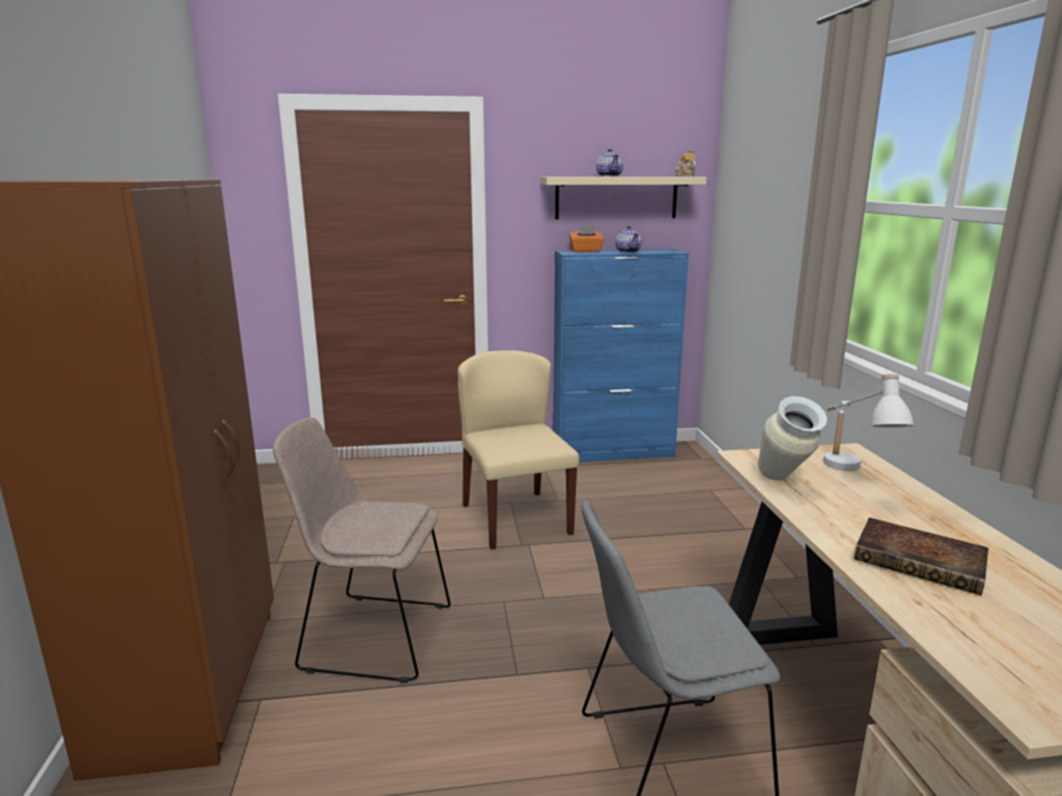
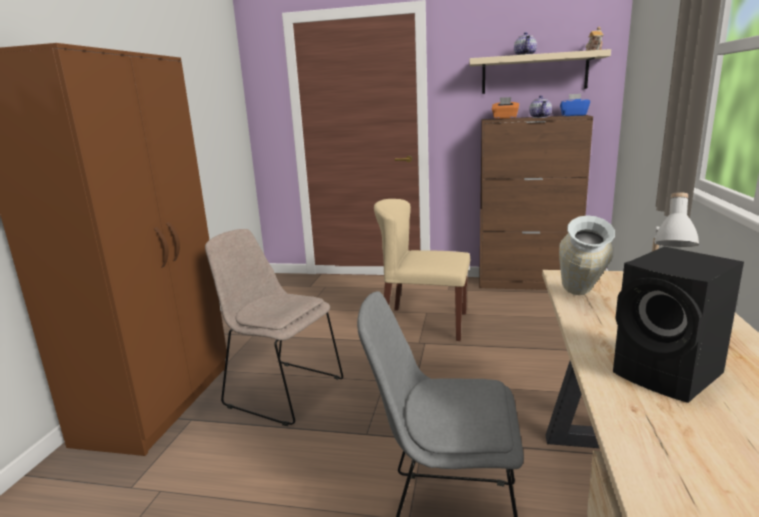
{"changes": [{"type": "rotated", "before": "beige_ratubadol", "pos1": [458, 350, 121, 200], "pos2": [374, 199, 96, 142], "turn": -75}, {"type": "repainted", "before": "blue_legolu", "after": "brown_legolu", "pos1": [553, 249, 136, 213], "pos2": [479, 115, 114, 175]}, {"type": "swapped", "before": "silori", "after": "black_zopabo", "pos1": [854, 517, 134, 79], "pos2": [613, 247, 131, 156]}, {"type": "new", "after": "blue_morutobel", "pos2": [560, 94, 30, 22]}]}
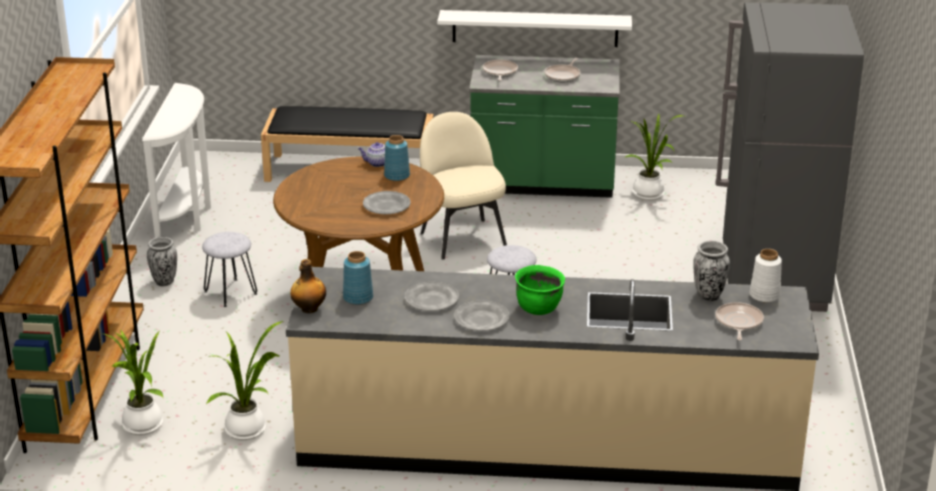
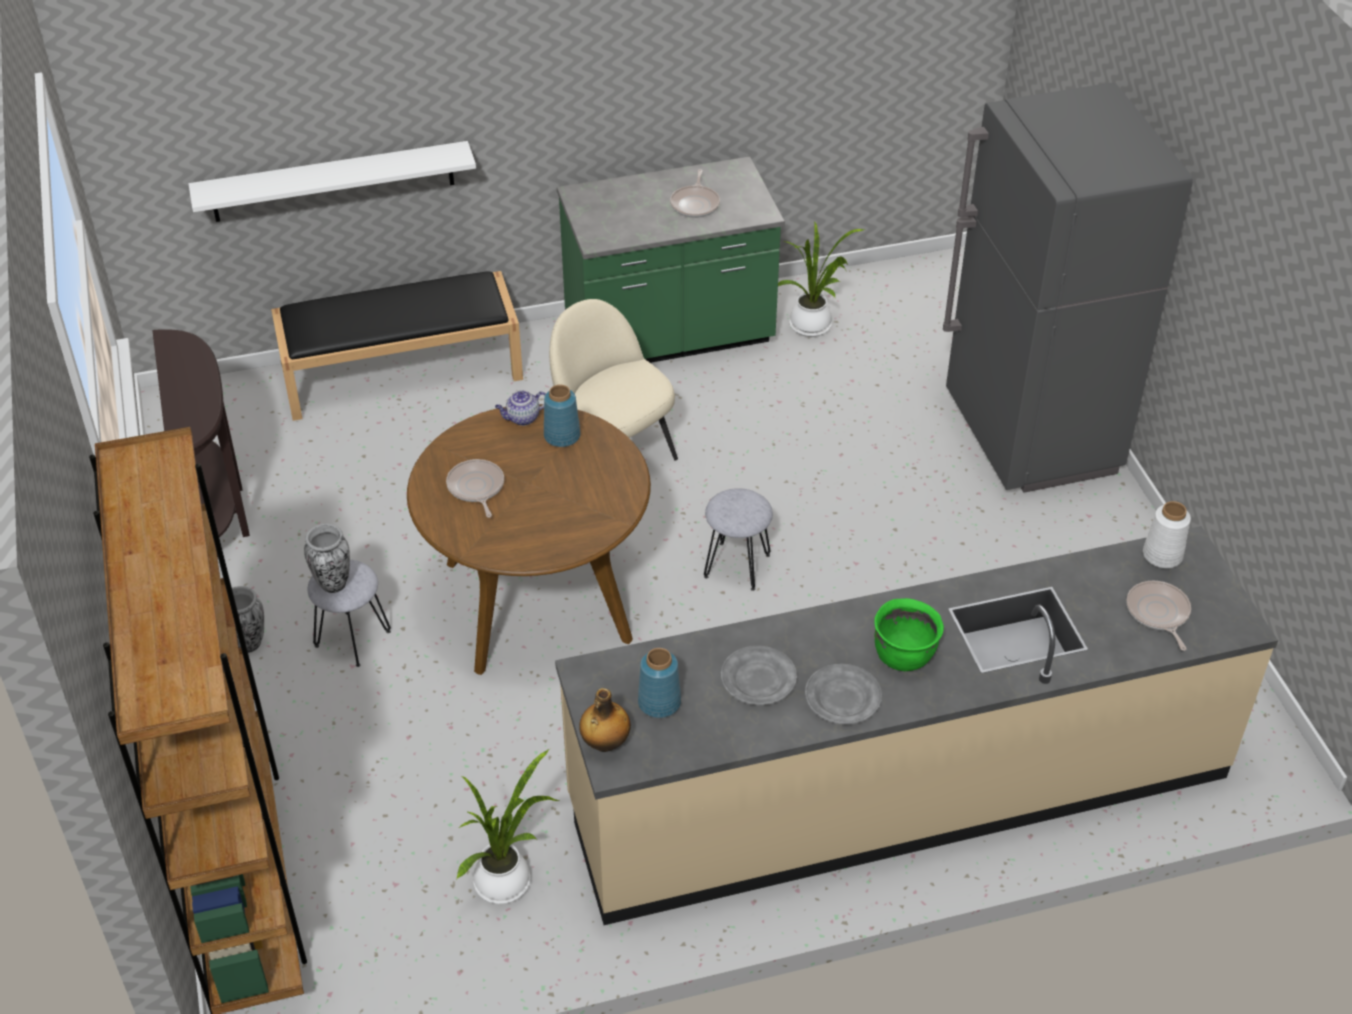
{"changes": [{"type": "gone", "before": "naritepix", "pos1": [101, 330, 63, 105]}, {"type": "repainted", "before": "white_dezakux", "after": "brown_dezakux", "pos1": [142, 83, 69, 155], "pos2": [152, 329, 98, 209]}, {"type": "gone", "before": "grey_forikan", "pos1": [363, 191, 48, 23]}, {"type": "shifted", "before": "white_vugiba", "pos1": [437, 10, 195, 37], "pos2": [189, 141, 287, 81]}, {"type": "shifted", "before": "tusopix", "pos1": [482, 60, 36, 21], "pos2": [446, 459, 58, 58]}, {"type": "shifted", "before": "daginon", "pos1": [693, 241, 37, 60], "pos2": [304, 523, 46, 70]}]}
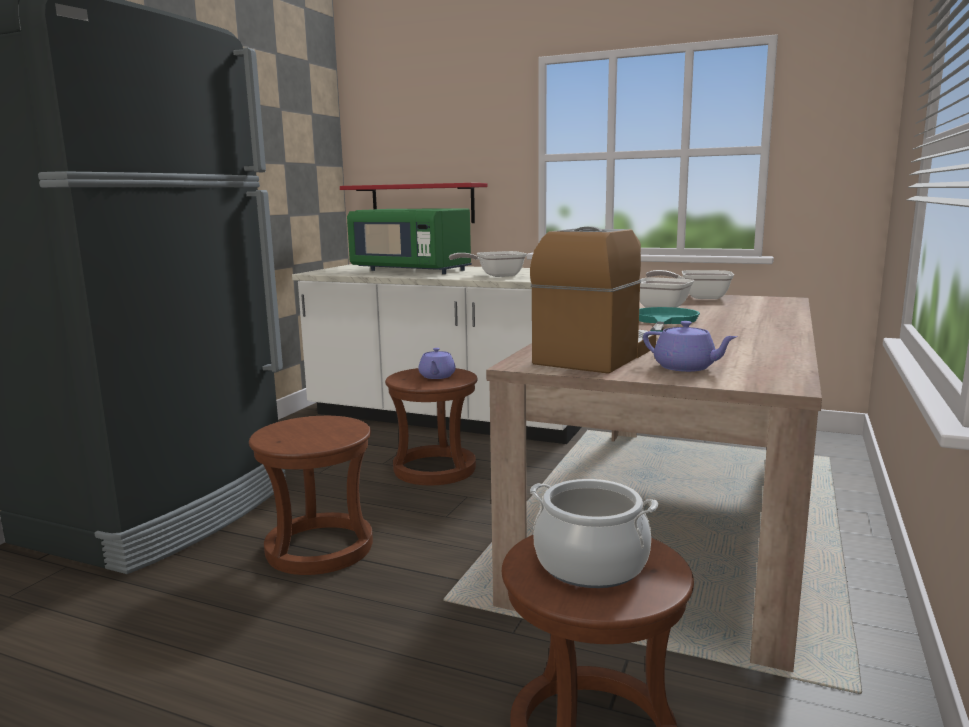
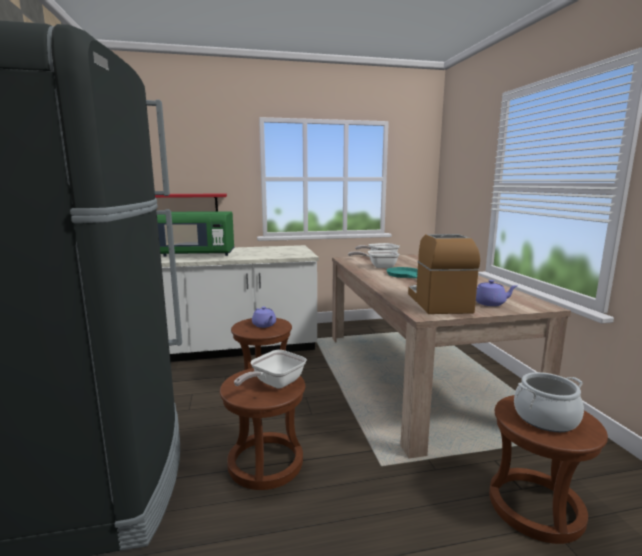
{"changes": [{"type": "shifted", "before": "tusopix", "pos1": [449, 251, 78, 26], "pos2": [234, 350, 73, 39]}]}
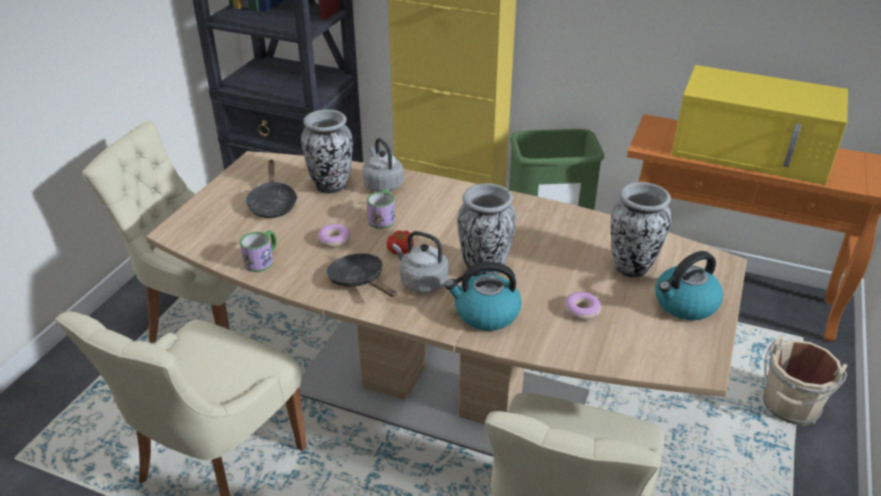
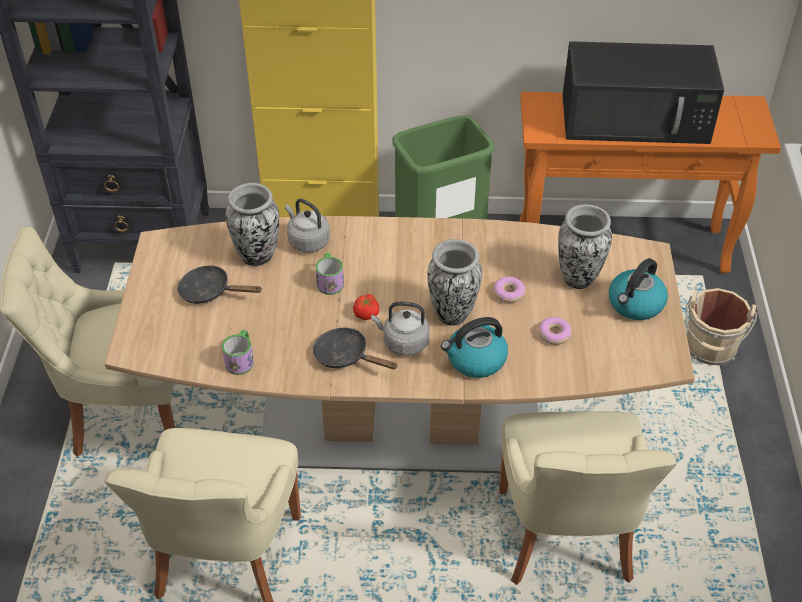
{"changes": [{"type": "rotated", "before": "black_tusopix", "pos1": [245, 159, 53, 59], "pos2": [177, 265, 85, 39], "turn": 135}, {"type": "shifted", "before": "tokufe", "pos1": [317, 224, 34, 24], "pos2": [493, 277, 32, 26]}, {"type": "repainted", "before": "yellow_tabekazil", "after": "black_tabekazil", "pos1": [671, 65, 177, 120], "pos2": [562, 41, 162, 103]}]}
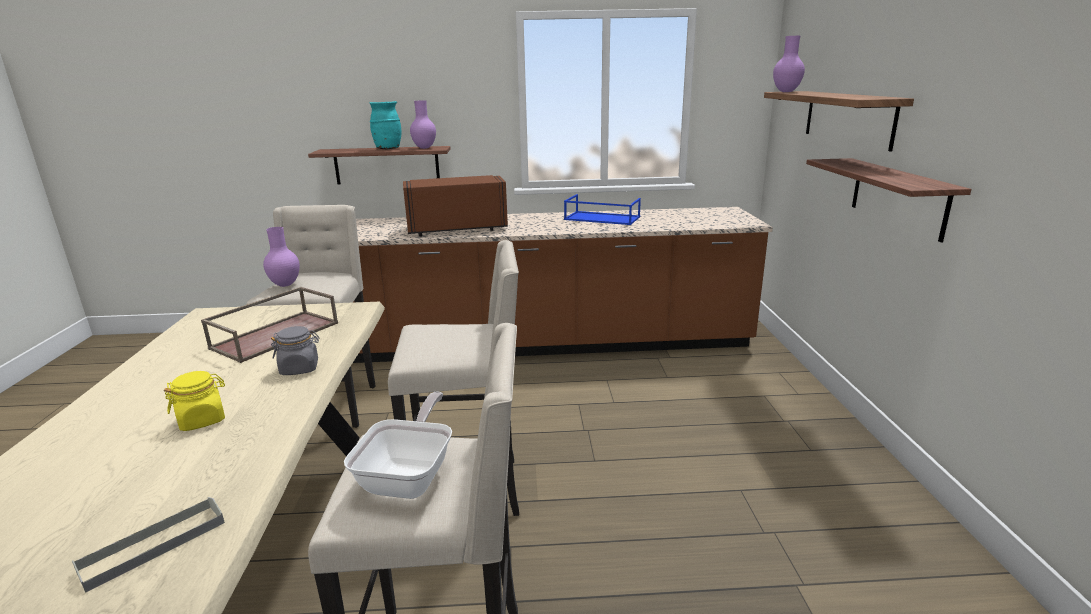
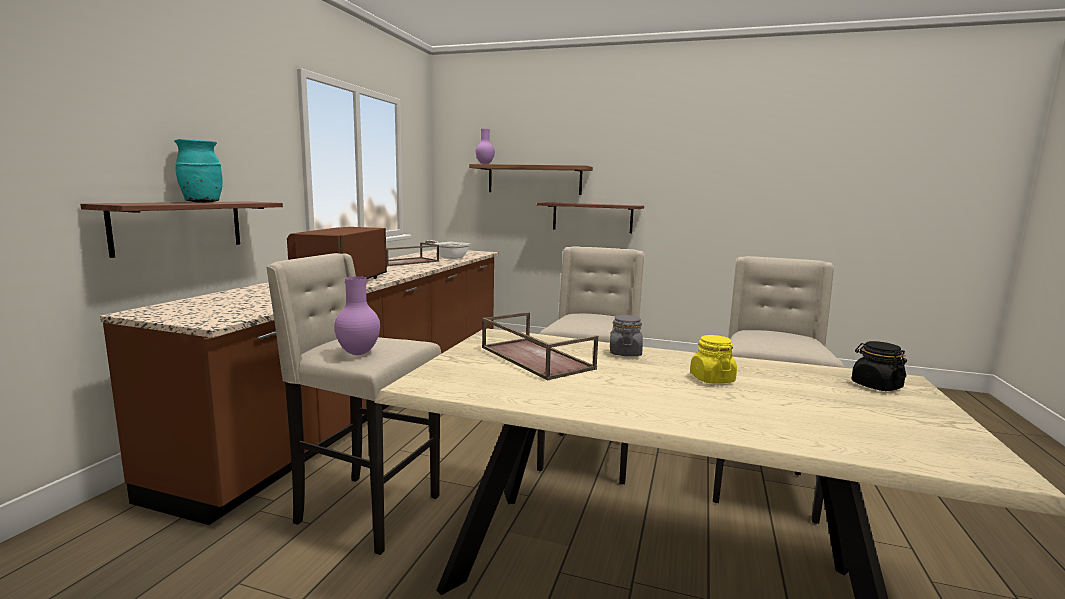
{"changes": [{"type": "swapped", "before": "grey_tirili", "after": "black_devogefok", "pos1": [72, 497, 153, 96], "pos2": [851, 341, 56, 50]}, {"type": "shifted", "before": "tusopix", "pos1": [344, 392, 108, 107], "pos2": [425, 240, 45, 19]}, {"type": "gone", "before": "purple_daginon", "pos1": [410, 100, 26, 49]}, {"type": "repainted", "before": "blue_tirili", "after": "brown_tirili", "pos1": [564, 194, 77, 31], "pos2": [386, 242, 53, 24]}]}
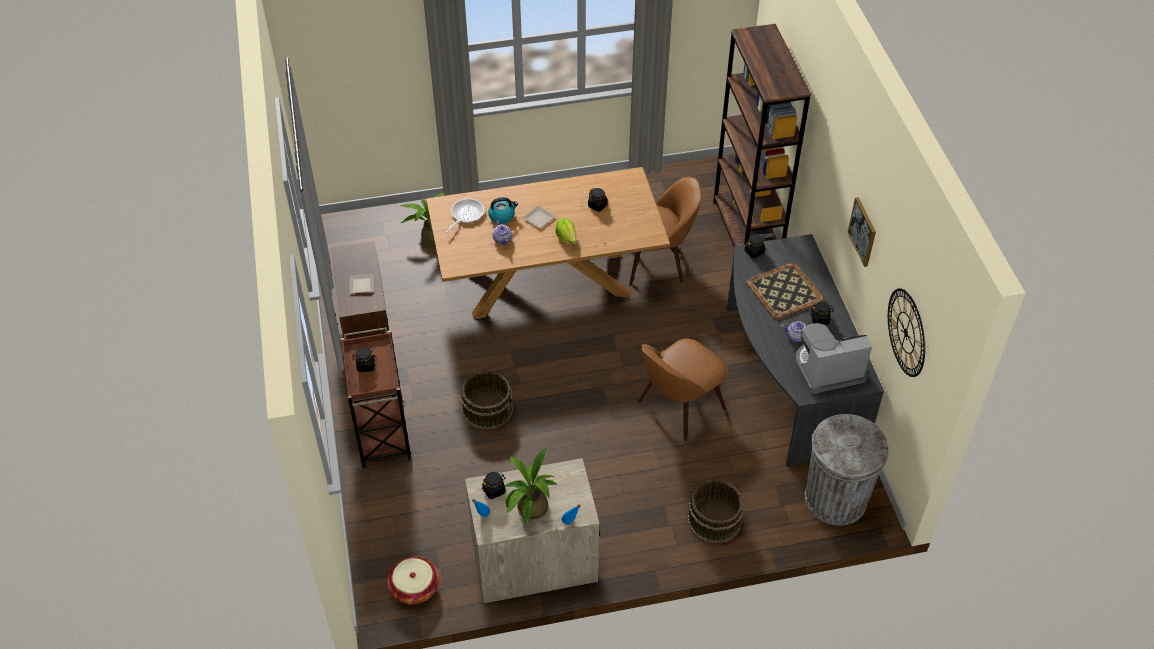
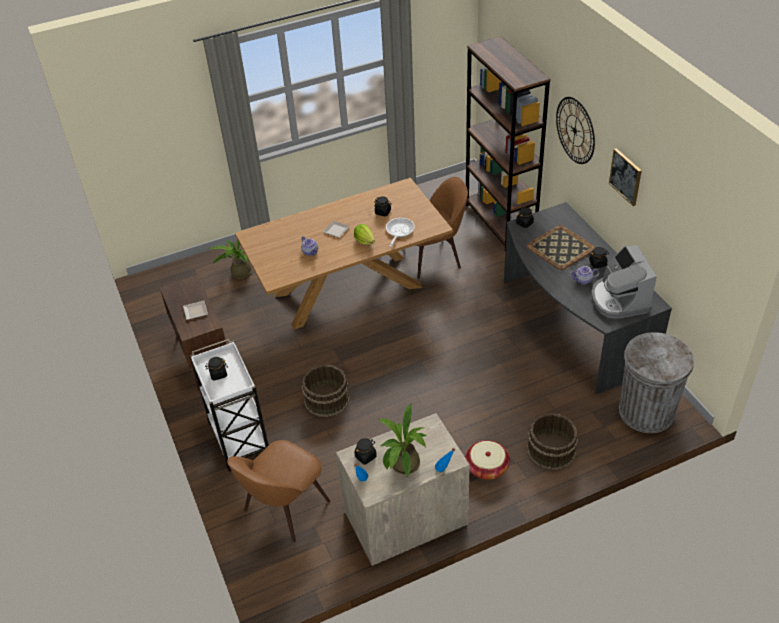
{"changes": [{"type": "repainted", "before": "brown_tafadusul", "after": "white_tafadusul", "pos1": [340, 327, 72, 142], "pos2": [190, 339, 79, 133]}, {"type": "shifted", "before": "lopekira", "pos1": [387, 556, 52, 48], "pos2": [465, 440, 45, 40]}, {"type": "shifted", "before": "tusopix", "pos1": [445, 199, 39, 34], "pos2": [386, 218, 29, 29]}, {"type": "gone", "before": "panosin", "pos1": [488, 197, 30, 27]}, {"type": "shifted", "before": "brown_ratubadol", "pos1": [639, 339, 89, 102], "pos2": [227, 440, 103, 102]}, {"type": "rotated", "before": "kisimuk", "pos1": [795, 323, 77, 71], "pos2": [591, 245, 66, 74], "turn": -75}, {"type": "shifted", "before": "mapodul", "pos1": [888, 288, 37, 89], "pos2": [556, 97, 39, 67]}]}
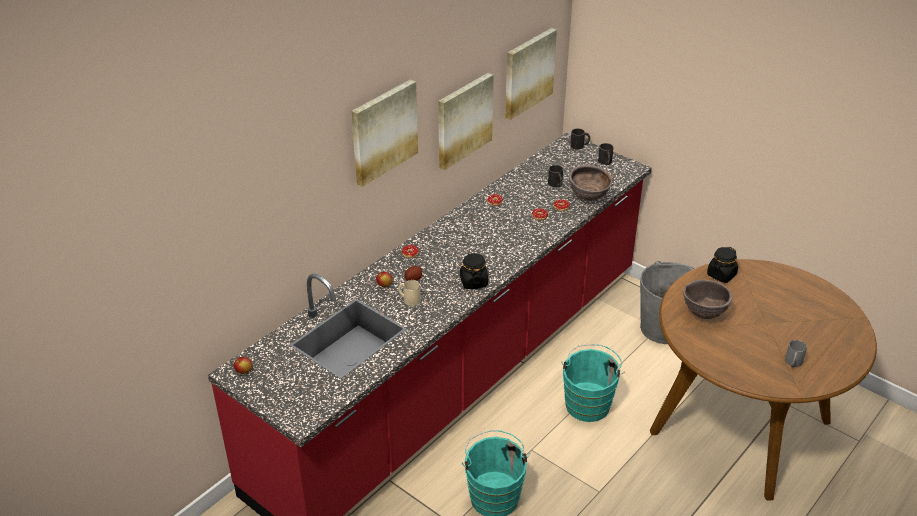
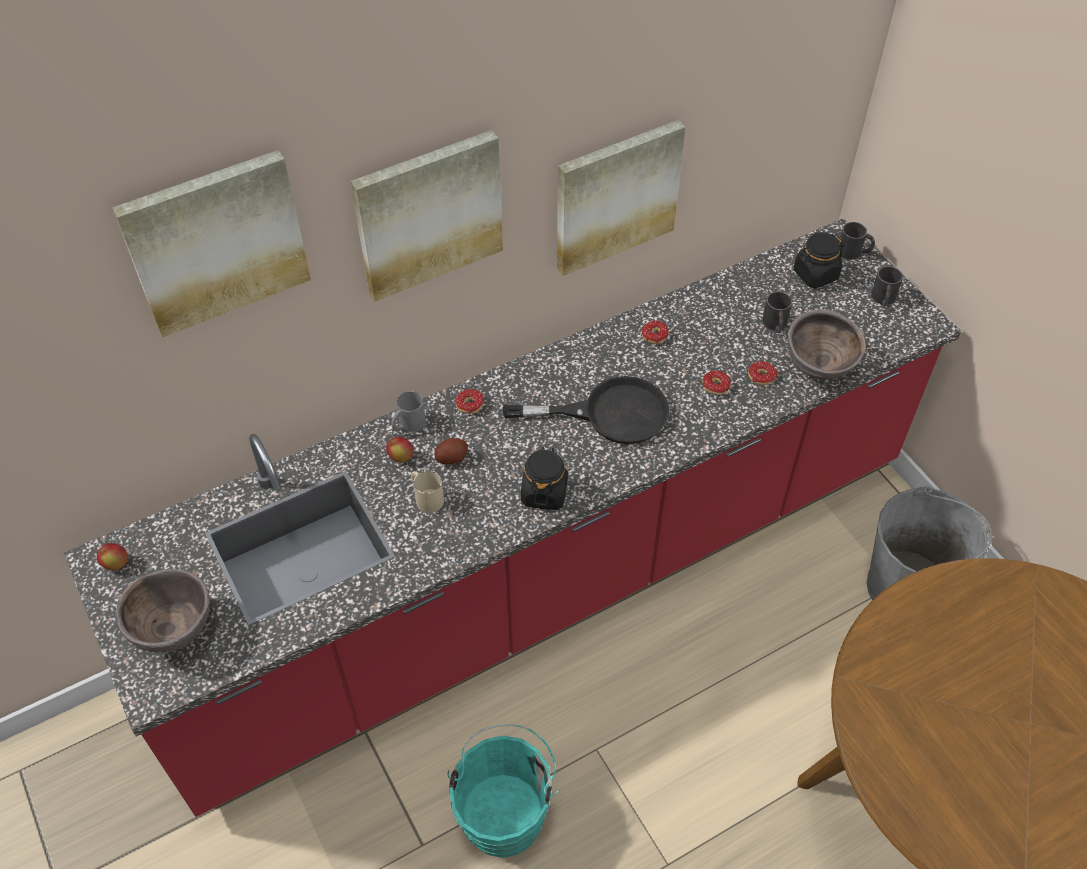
{"changes": [{"type": "shifted", "before": "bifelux", "pos1": [505, 28, 52, 92], "pos2": [112, 150, 199, 187]}, {"type": "gone", "before": "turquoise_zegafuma", "pos1": [561, 344, 64, 78]}, {"type": "shifted", "before": "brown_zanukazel", "pos1": [683, 280, 49, 39], "pos2": [116, 569, 94, 84]}, {"type": "shifted", "before": "black_devogefok", "pos1": [707, 247, 31, 36], "pos2": [793, 232, 50, 57]}, {"type": "shifted", "before": "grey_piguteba", "pos1": [785, 340, 22, 28], "pos2": [391, 391, 35, 41]}, {"type": "new", "after": "black_tusopix", "pos2": [503, 376, 166, 68]}]}
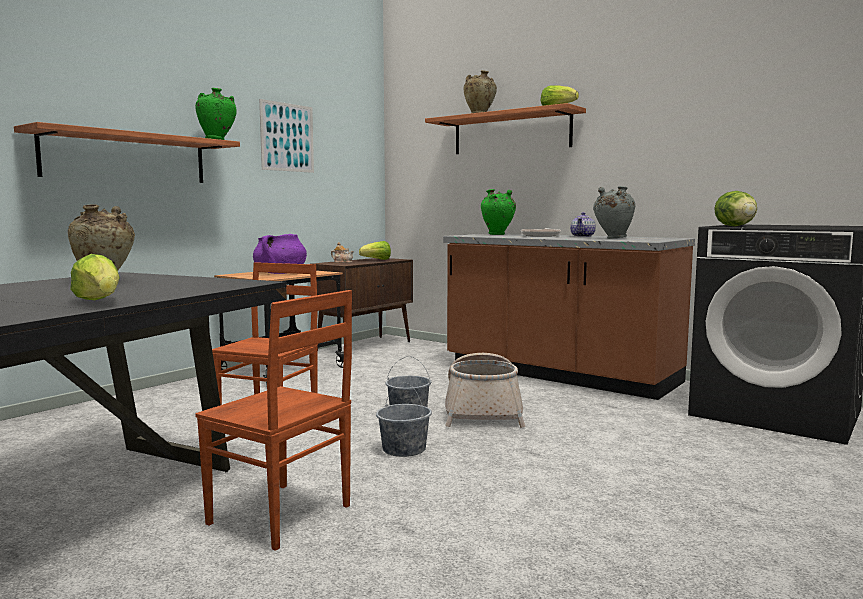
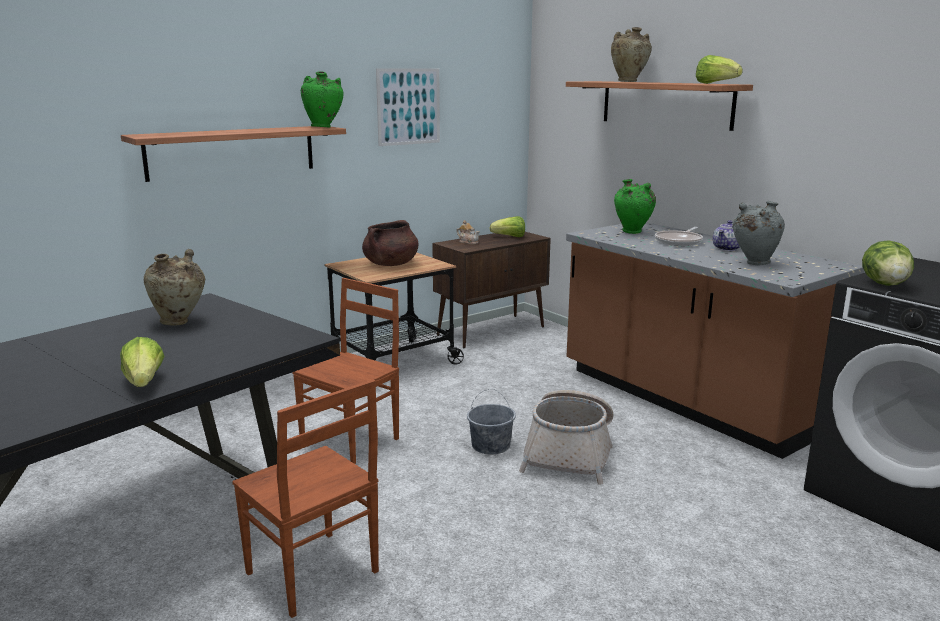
{"changes": [{"type": "repainted", "before": "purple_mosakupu", "after": "brown_mosakupu", "pos1": [253, 234, 54, 40], "pos2": [362, 220, 56, 46]}, {"type": "gone", "before": "grey_zegafuma", "pos1": [376, 382, 56, 75]}]}
